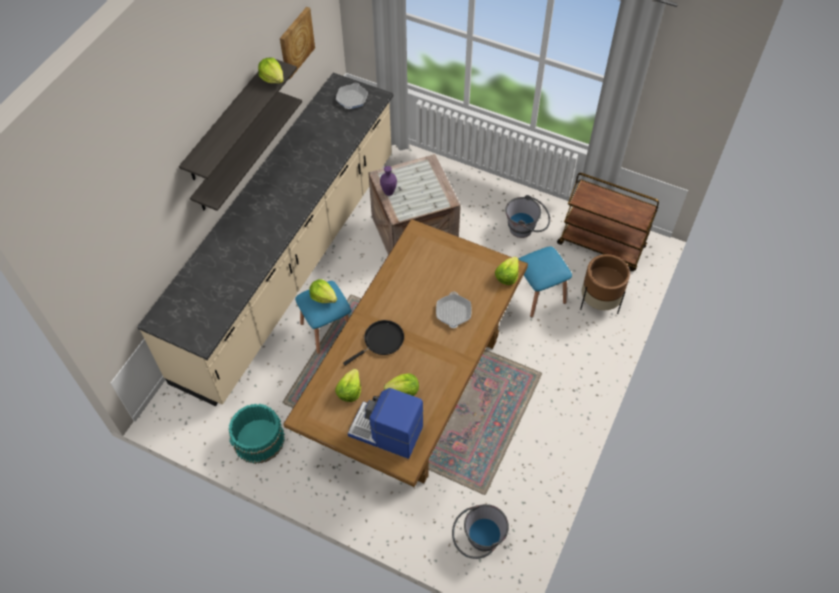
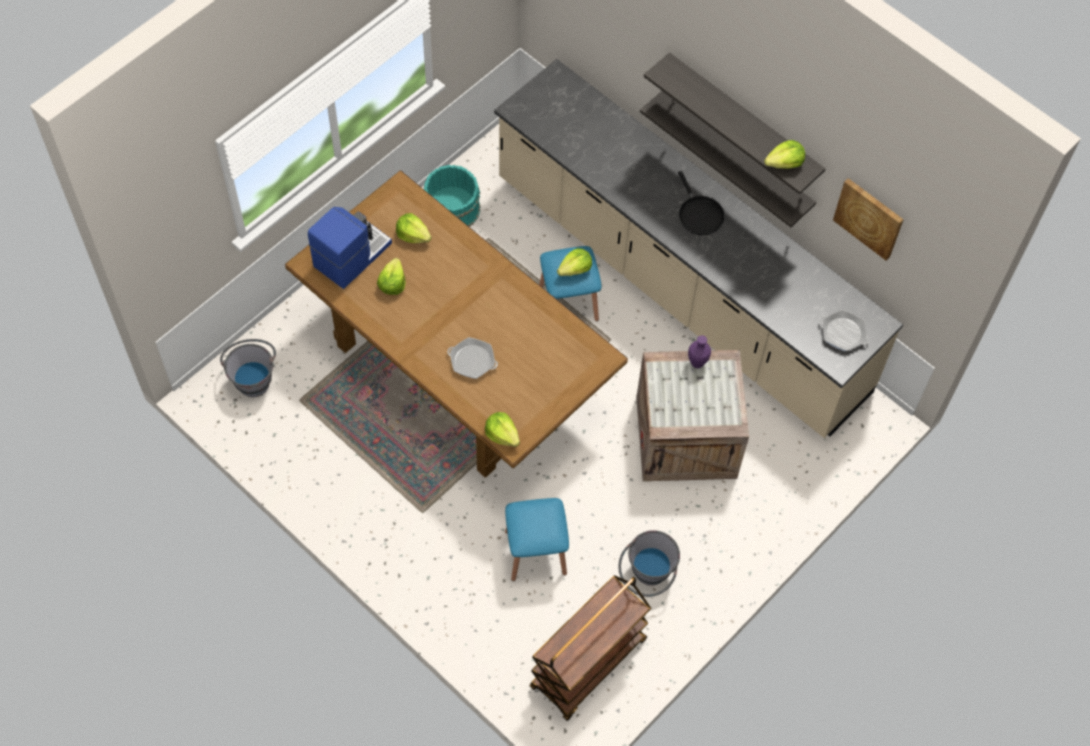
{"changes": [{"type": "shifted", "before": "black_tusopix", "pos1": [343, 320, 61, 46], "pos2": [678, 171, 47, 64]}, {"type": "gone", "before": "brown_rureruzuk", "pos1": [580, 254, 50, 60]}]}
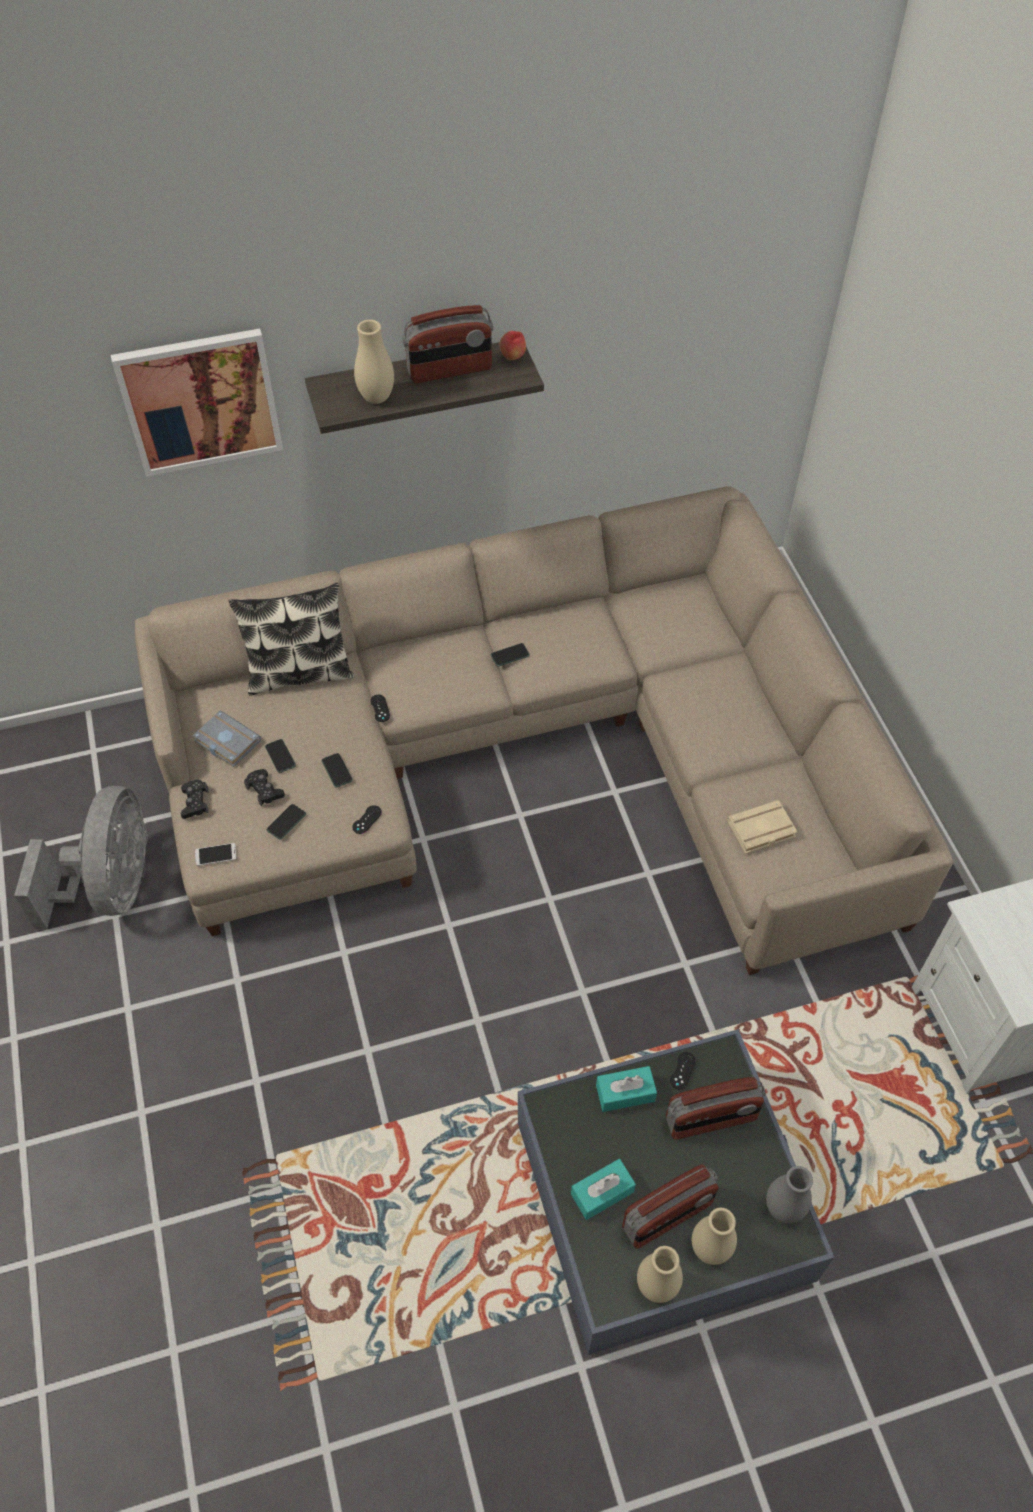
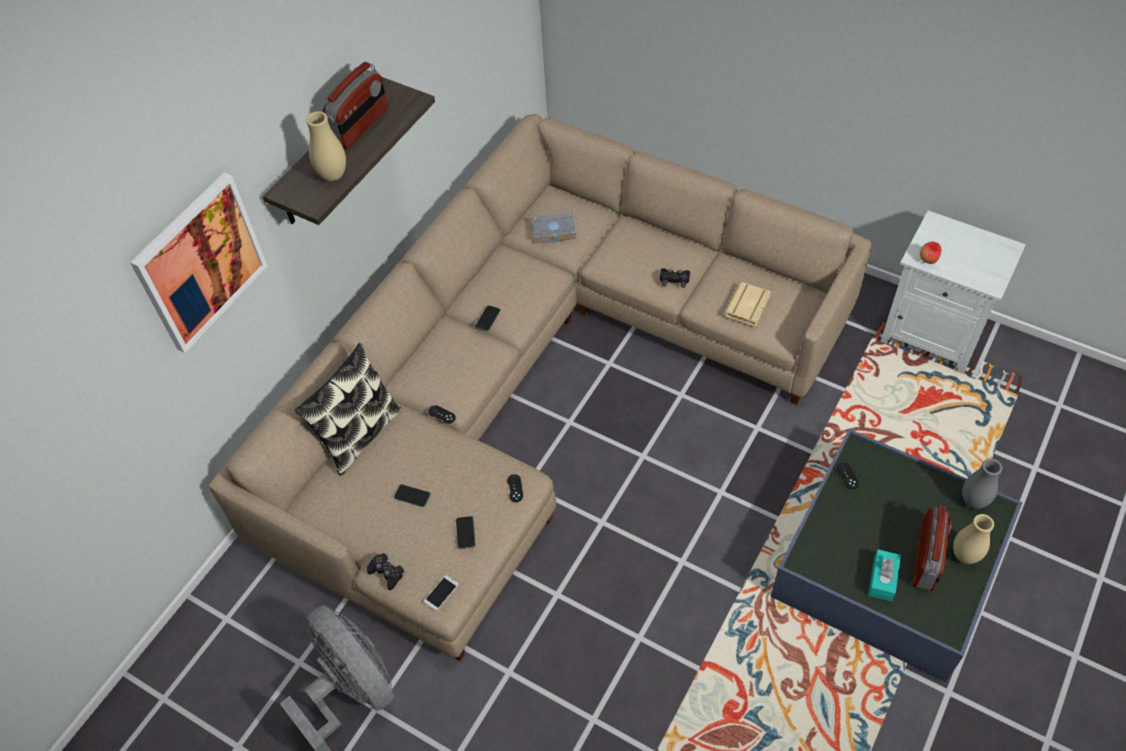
{"changes": [{"type": "shifted", "before": "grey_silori", "pos1": [193, 711, 68, 56], "pos2": [532, 213, 44, 30]}, {"type": "shifted", "before": "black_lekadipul", "pos1": [244, 769, 41, 37], "pos2": [660, 268, 30, 20]}, {"type": "gone", "before": "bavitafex", "pos1": [322, 753, 31, 35]}, {"type": "shifted", "before": "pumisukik", "pos1": [500, 331, 26, 29], "pos2": [920, 242, 21, 22]}, {"type": "gone", "before": "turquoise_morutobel", "pos1": [596, 1066, 61, 46]}, {"type": "gone", "before": "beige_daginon", "pos1": [637, 1246, 46, 57]}, {"type": "gone", "before": "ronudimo", "pos1": [666, 1077, 100, 63]}]}
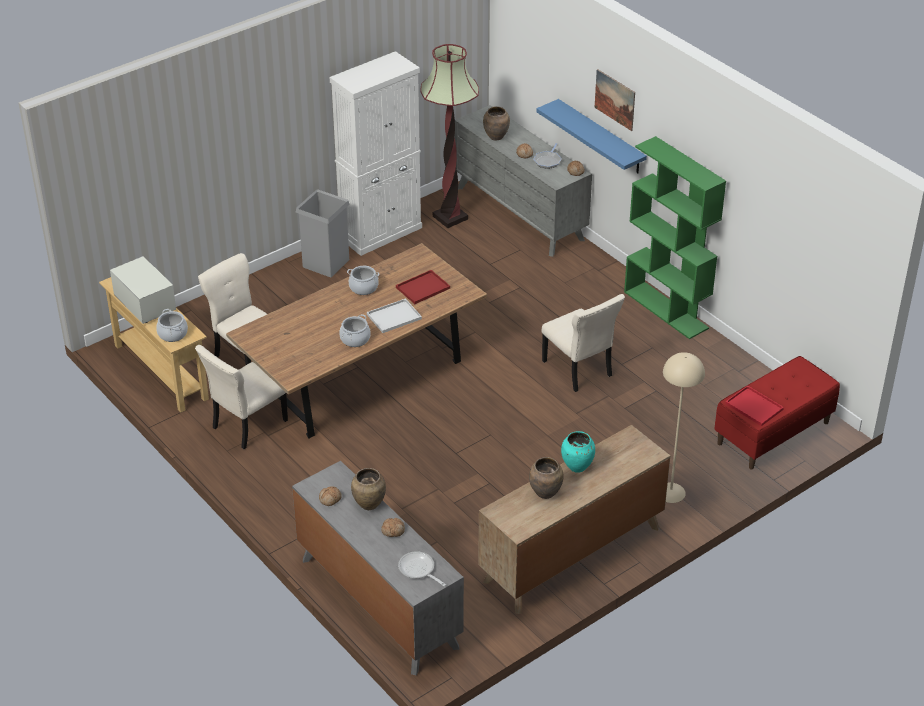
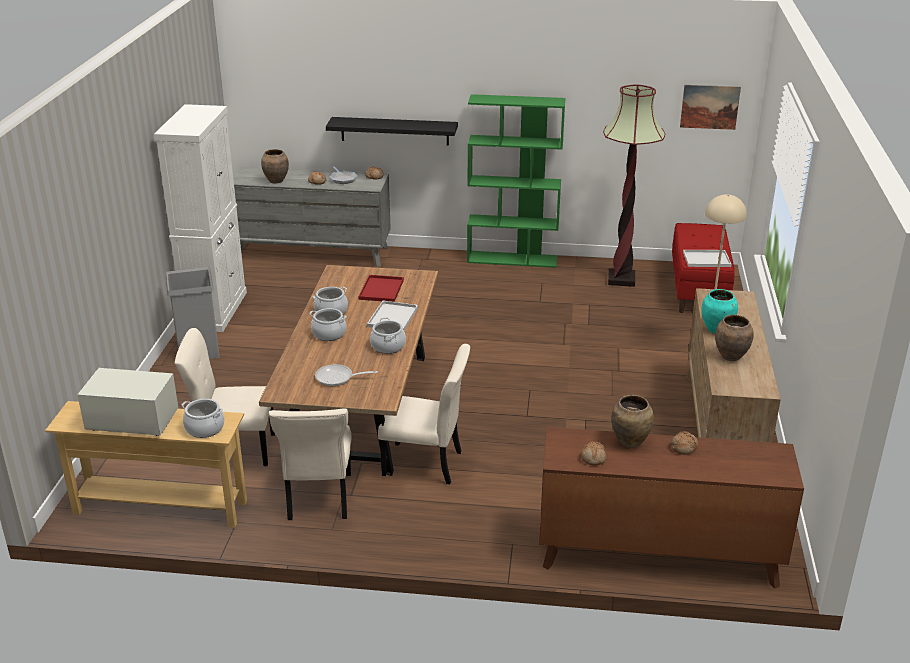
{"changes": [{"type": "repainted", "before": "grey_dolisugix", "after": "brown_dolisugix", "pos1": [292, 461, 172, 215], "pos2": [539, 427, 265, 162]}, {"type": "shifted", "before": "tusopix", "pos1": [398, 551, 48, 35], "pos2": [315, 364, 63, 22]}, {"type": "shifted", "before": "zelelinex", "pos1": [421, 44, 58, 184], "pos2": [603, 85, 62, 202]}, {"type": "repainted", "before": "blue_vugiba", "after": "black_vugiba", "pos1": [536, 99, 111, 74], "pos2": [326, 117, 132, 29]}, {"type": "shifted", "before": "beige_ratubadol", "pos1": [541, 294, 84, 98], "pos2": [378, 344, 92, 140]}, {"type": "shifted", "before": "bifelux", "pos1": [595, 69, 40, 62], "pos2": [680, 85, 61, 45]}, {"type": "repainted", "before": "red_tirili", "after": "white_tirili", "pos1": [725, 386, 59, 40], "pos2": [683, 250, 48, 17]}, {"type": "new", "after": "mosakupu", "pos2": [309, 308, 38, 33]}]}
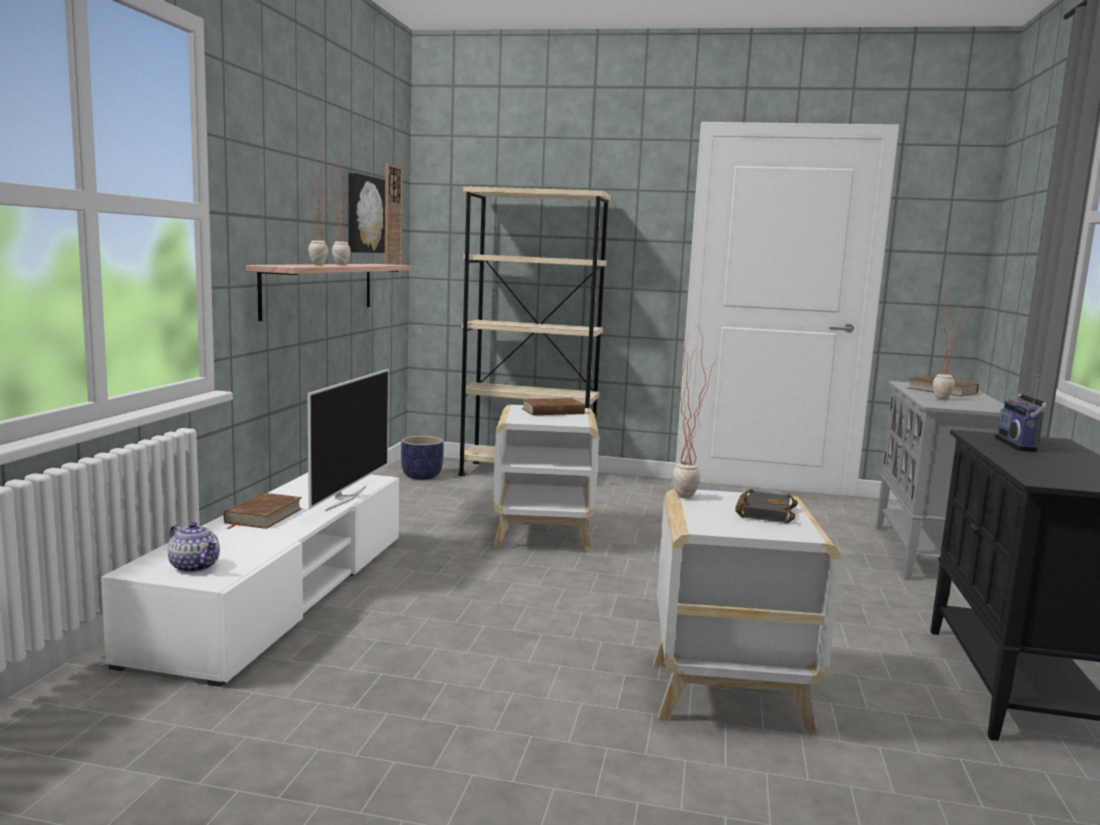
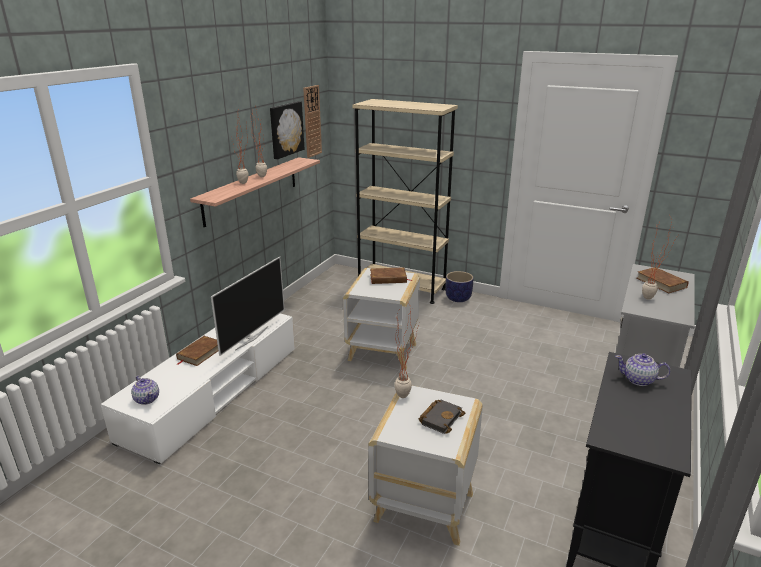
{"changes": [{"type": "shifted", "before": "rureruzuk", "pos1": [401, 436, 43, 44], "pos2": [445, 271, 28, 31]}, {"type": "swapped", "before": "ronudimo", "after": "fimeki", "pos1": [995, 375, 53, 77], "pos2": [615, 354, 55, 32]}]}
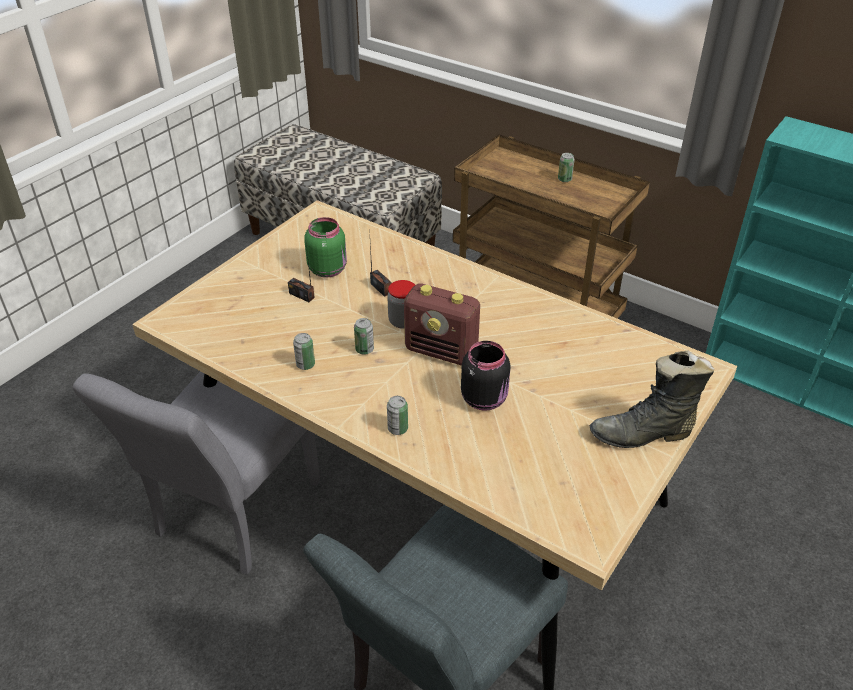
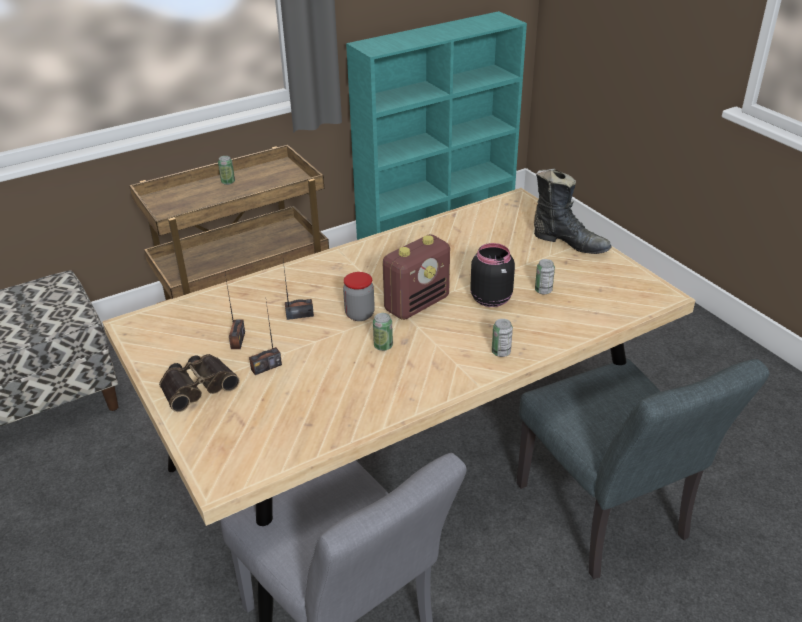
{"changes": [{"type": "shifted", "before": "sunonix", "pos1": [293, 333, 22, 37], "pos2": [535, 259, 20, 35]}, {"type": "swapped", "before": "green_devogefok", "after": "ronudimo", "pos1": [304, 217, 43, 61], "pos2": [225, 274, 20, 75]}, {"type": "rotated", "before": "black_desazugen", "pos1": [589, 351, 125, 97], "pos2": [534, 169, 78, 85], "turn": -75}, {"type": "new", "after": "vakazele", "pos2": [159, 354, 81, 58]}]}
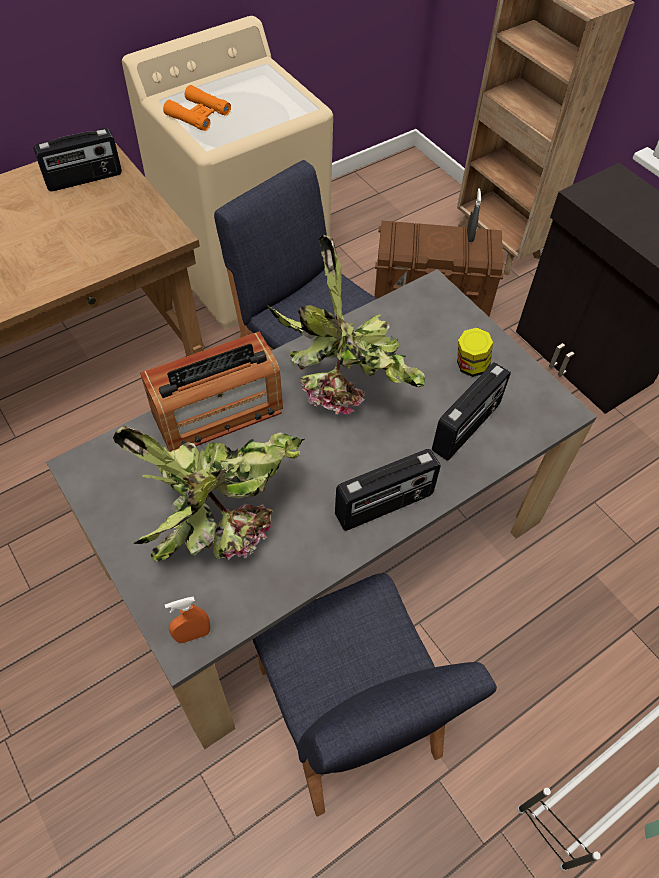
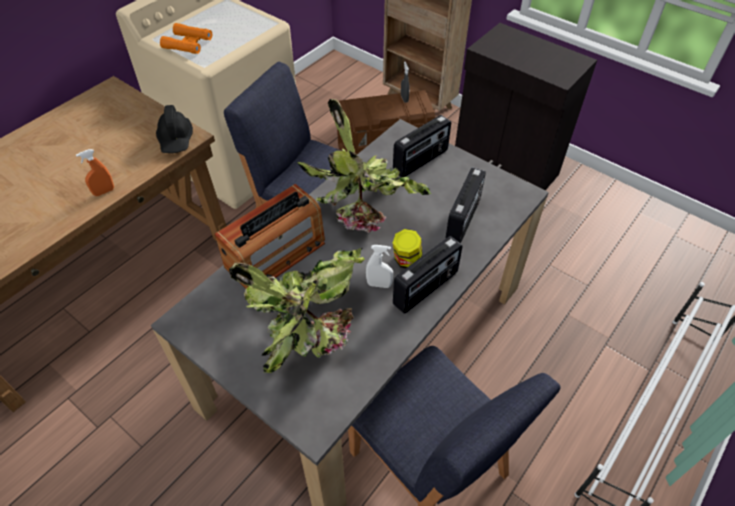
{"changes": [{"type": "shifted", "before": "ronudimo", "pos1": [33, 128, 89, 63], "pos2": [393, 115, 58, 63]}, {"type": "shifted", "before": "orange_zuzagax", "pos1": [165, 596, 45, 47], "pos2": [76, 149, 38, 47]}, {"type": "shifted", "before": "devogefok", "pos1": [457, 328, 36, 49], "pos2": [393, 229, 29, 39]}, {"type": "new", "after": "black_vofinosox", "pos2": [156, 105, 37, 48]}, {"type": "new", "after": "white_zuzagax", "pos2": [366, 245, 27, 43]}]}
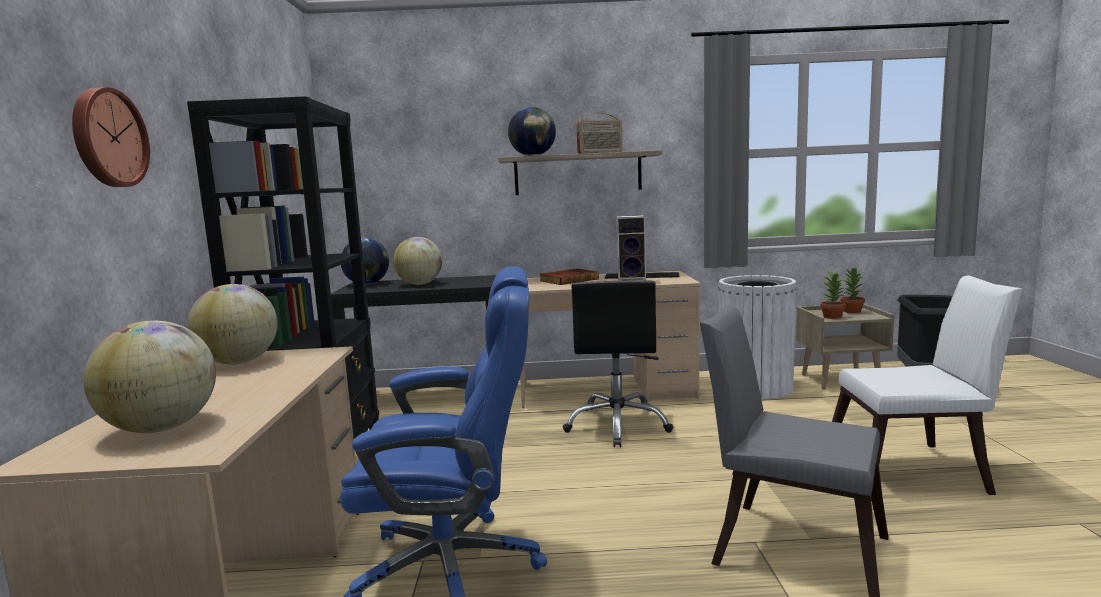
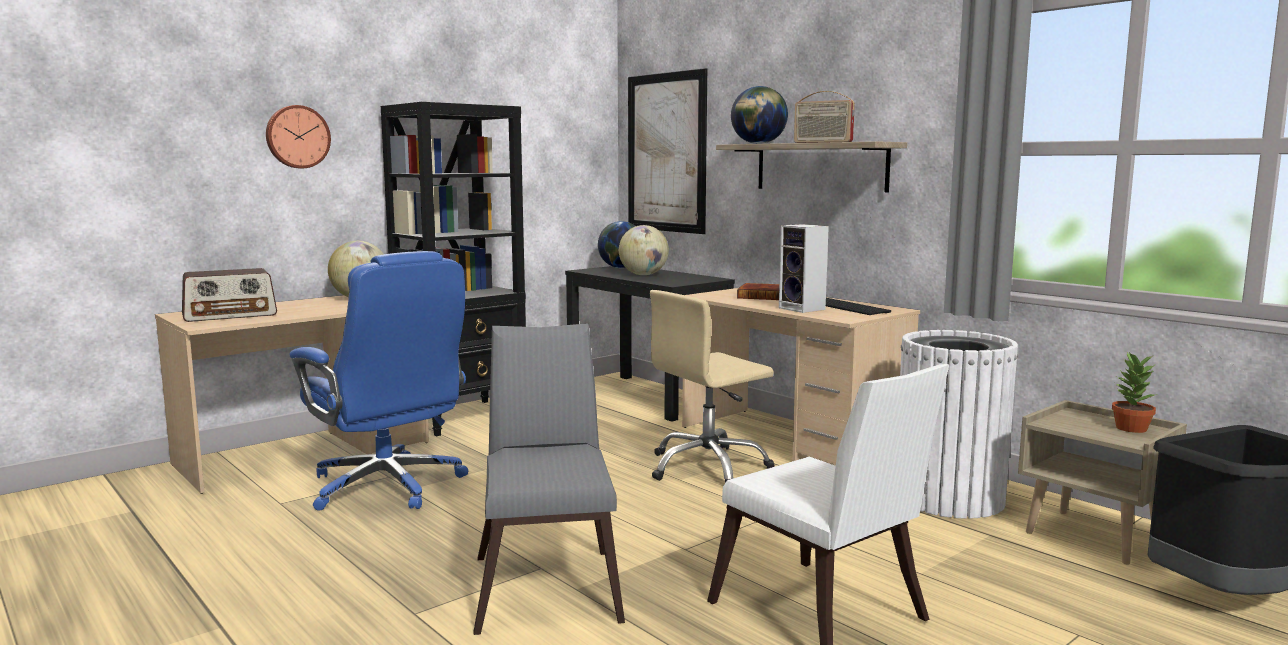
{"changes": [{"type": "swapped", "before": "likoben", "after": "ronudimo", "pos1": [83, 321, 133, 112], "pos2": [182, 268, 95, 54]}, {"type": "repainted", "before": "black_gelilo", "after": "beige_gelilo", "pos1": [563, 280, 110, 167], "pos2": [650, 290, 124, 193]}, {"type": "gone", "before": "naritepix", "pos1": [820, 269, 27, 50]}, {"type": "new", "after": "bifelux", "pos2": [628, 68, 79, 166]}]}
